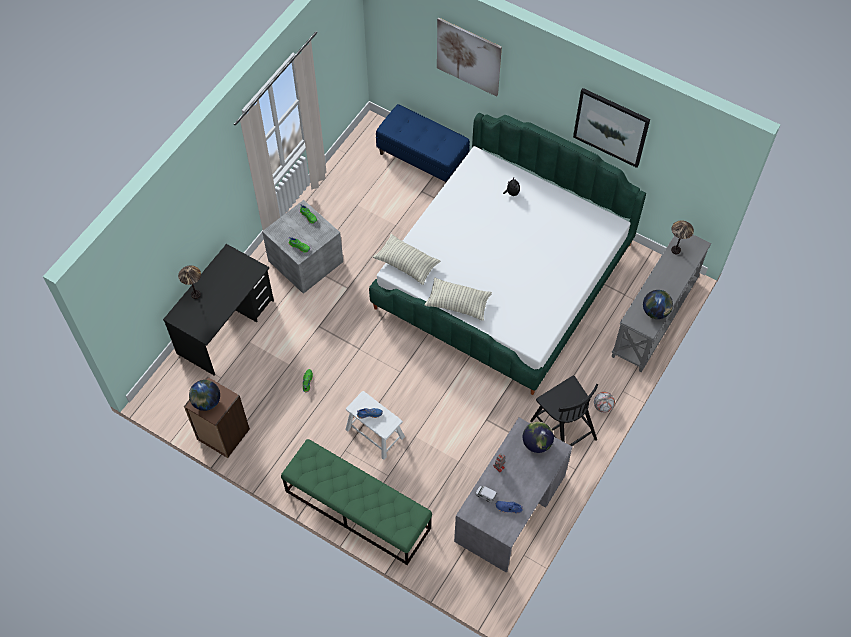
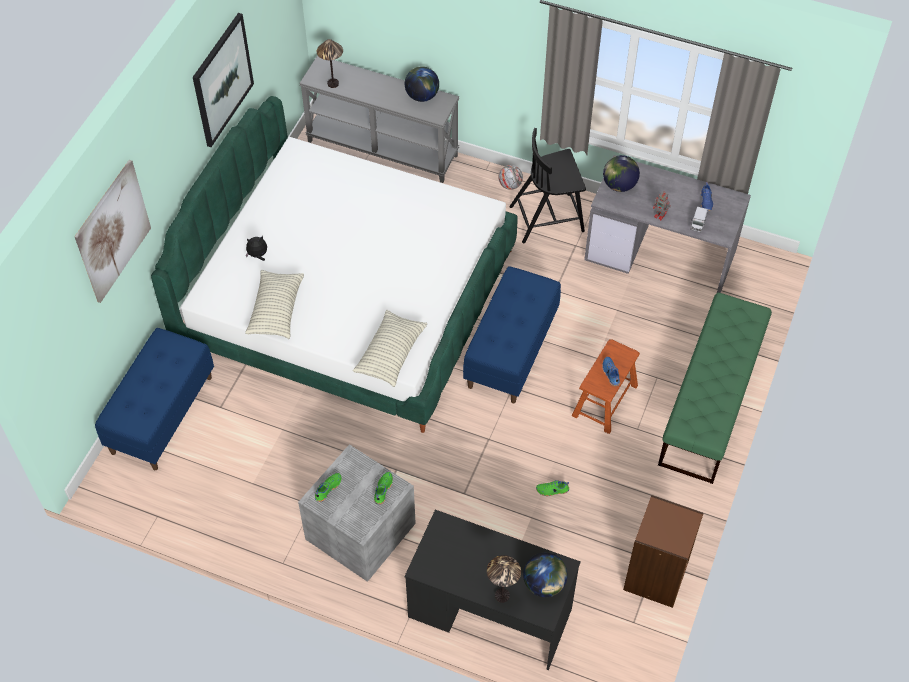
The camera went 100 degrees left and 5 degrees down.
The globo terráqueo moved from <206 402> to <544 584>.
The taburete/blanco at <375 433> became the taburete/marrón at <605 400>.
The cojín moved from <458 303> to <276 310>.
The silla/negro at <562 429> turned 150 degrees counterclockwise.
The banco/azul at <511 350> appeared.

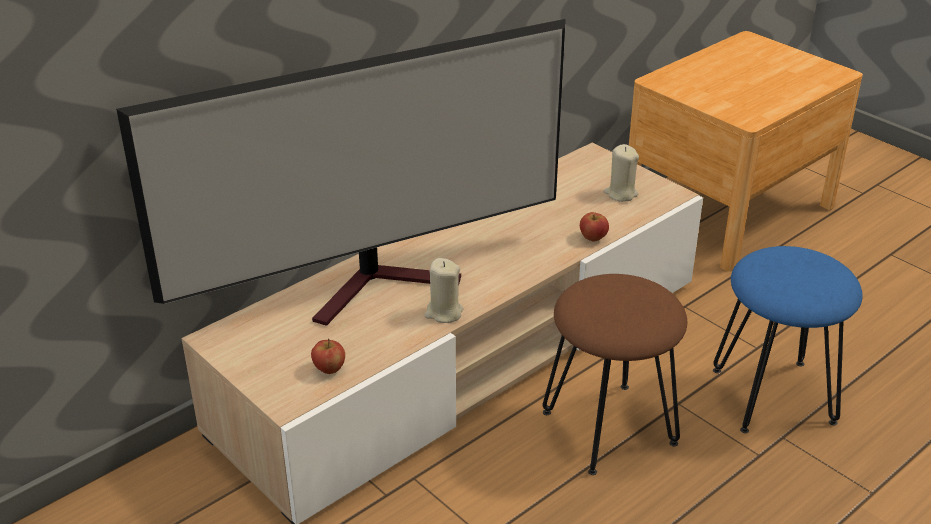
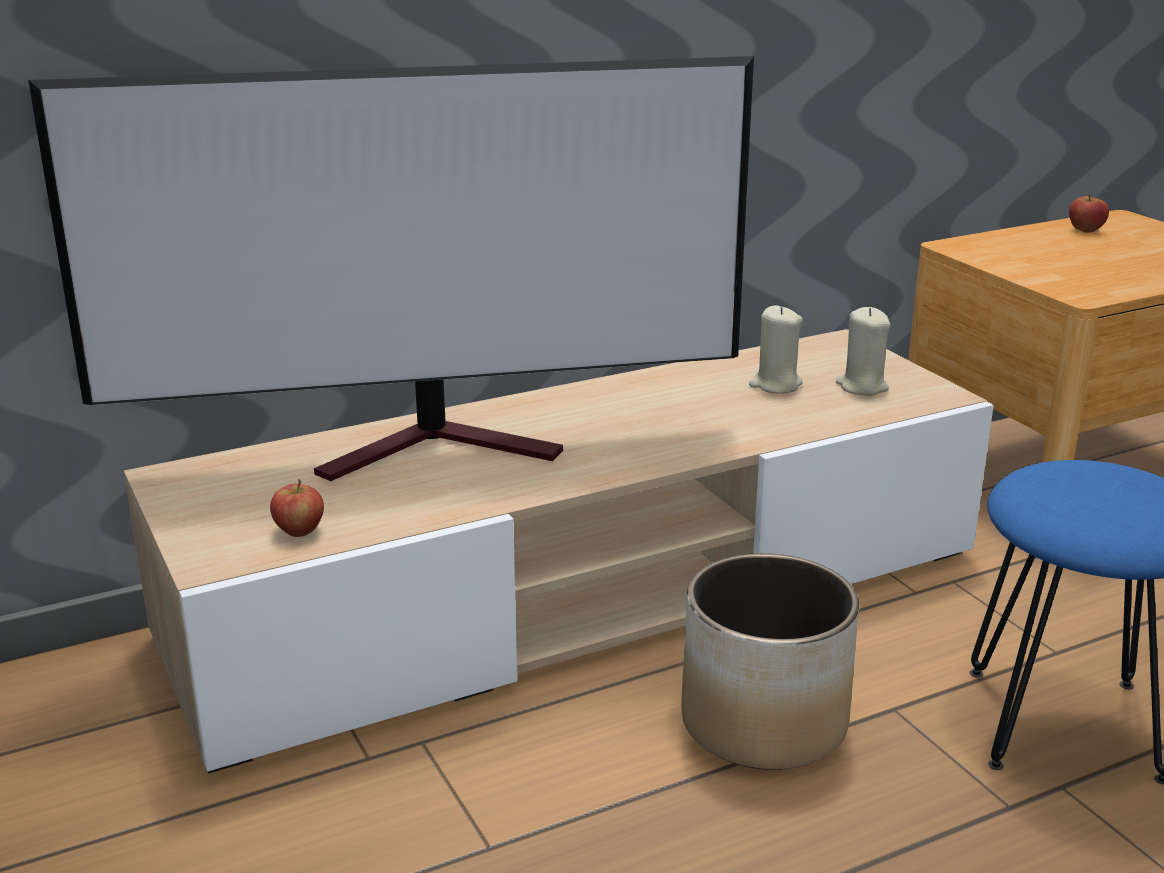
The camera went 15 degrees right and 10 degrees down.
The vela/beis moved from <443 313> to <775 385>.
The taburete/marrón at <608 426> was replaced by the maceta at <763 722>.
The manzana moved from <593 238> to <1085 230>.

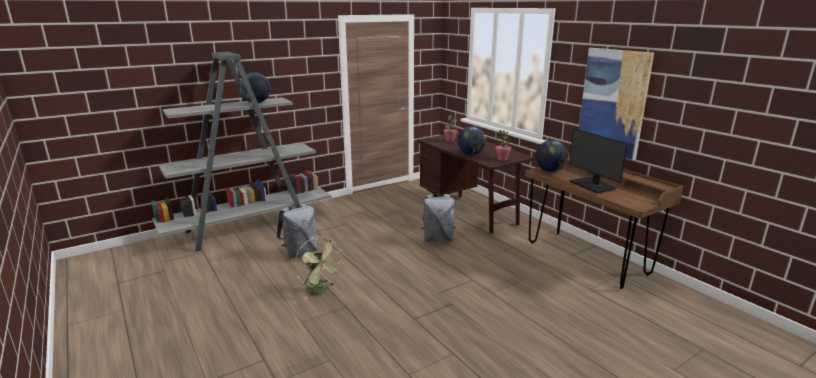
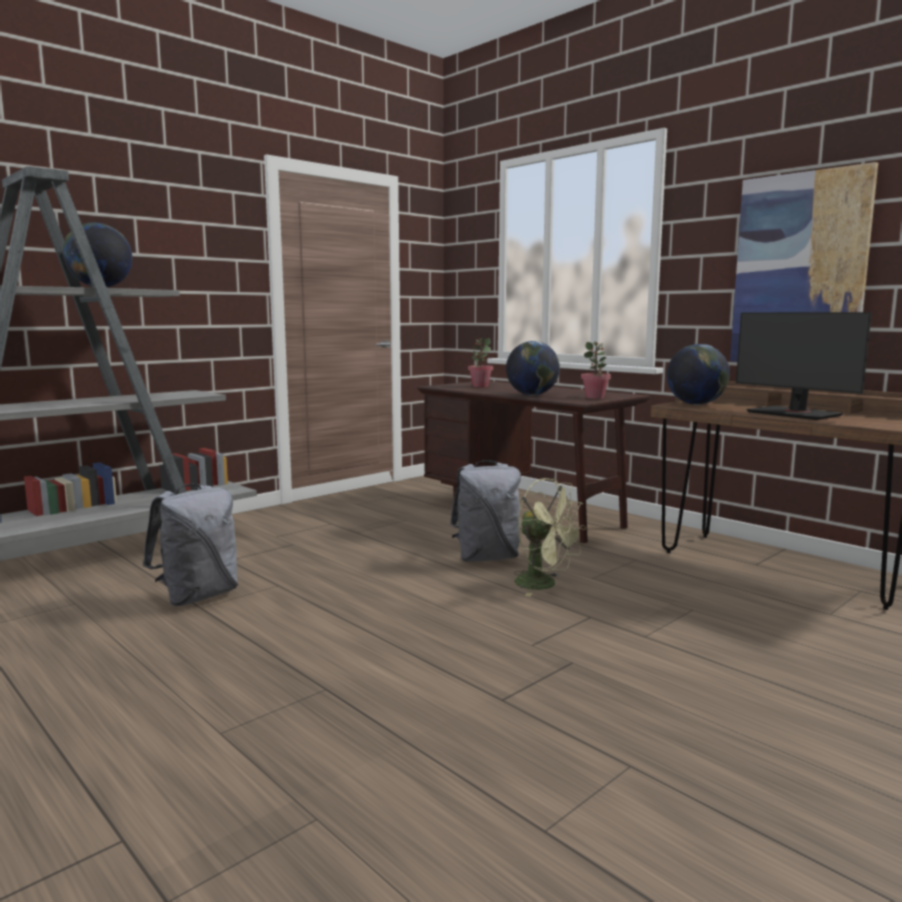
The camera went 10 degrees left and 10 degrees down.
The ventilador/verde moved from <320 291> to <544 585>.

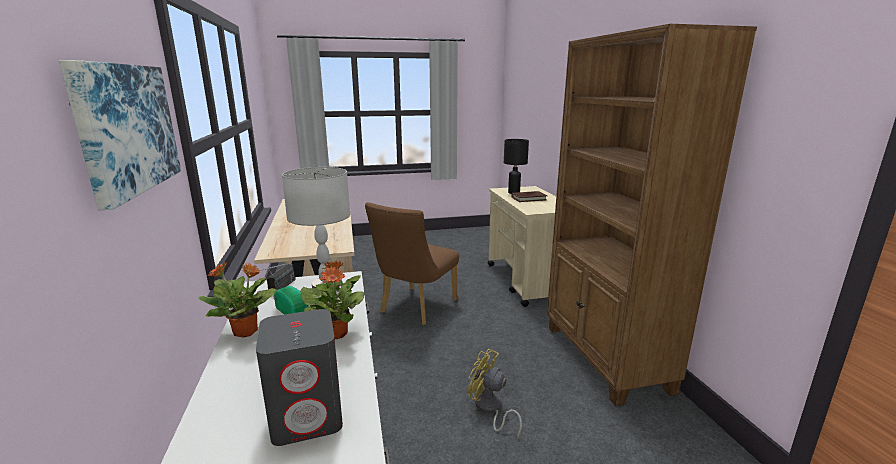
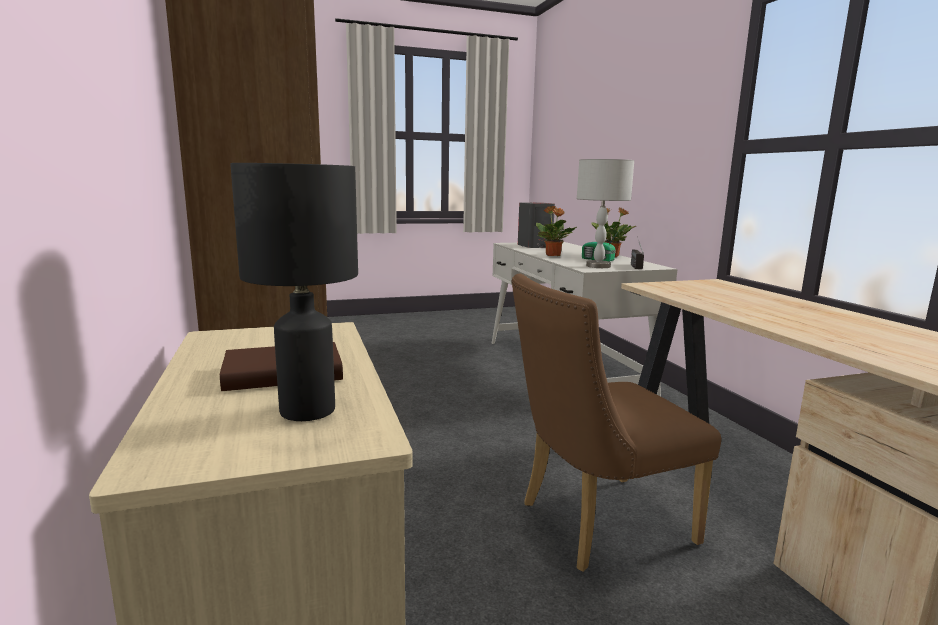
The camera went 175 degrees right and 5 degrees down.
The cuadro at <126 128> disappeared.
The silla/marrón at <415 308> turned 135 degrees counterclockwise.
The ventilador/amarillo at <490 409> disappeared.

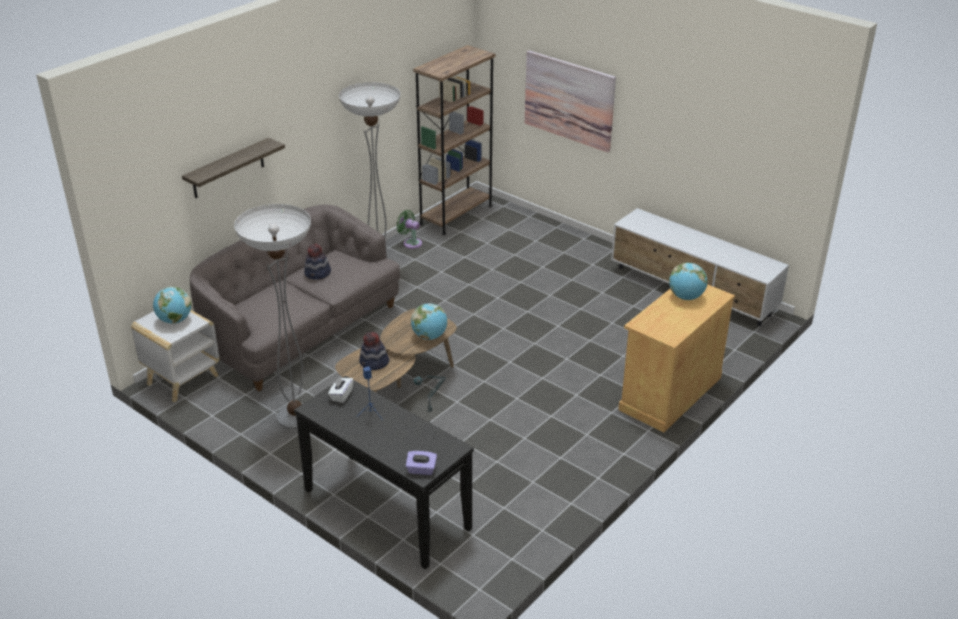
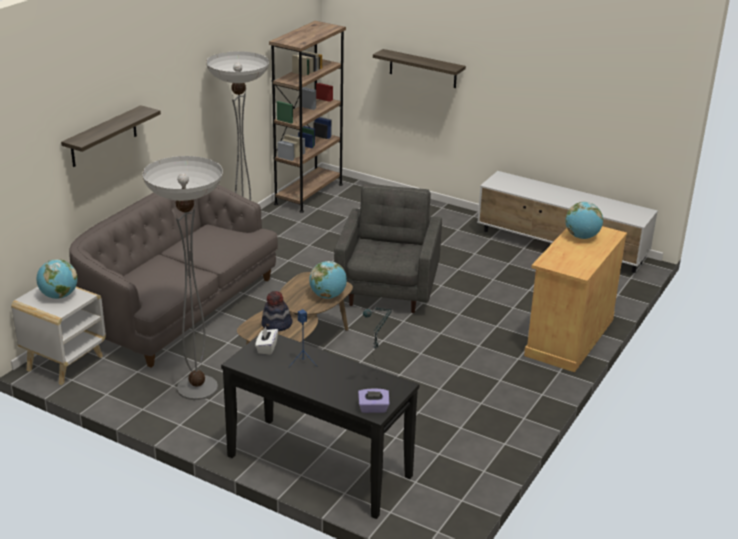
The camera went 10 degrees left and 5 degrees down.
The sombrero at <318 273> disappeared.
The ventilador/verde at <411 243> disappeared.
The cuadro at <569 100> was replaced by the estante at <423 69>.
The sillón/gris at <388 290> appeared.

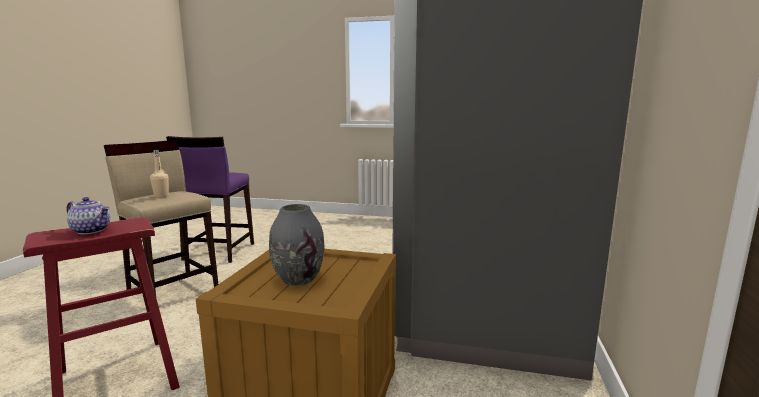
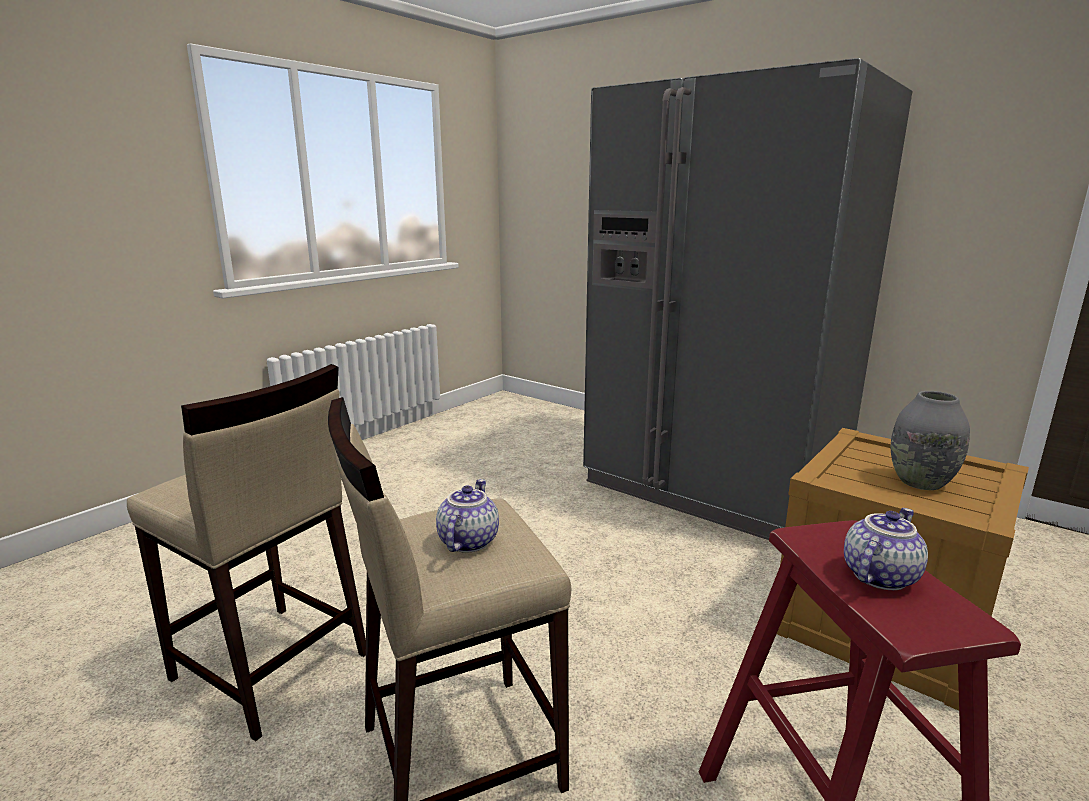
The camera went 65 degrees left and 5 degrees up.
The botella/beis at <161 196> was replaced by the tetera at <467 541>.
The taburete/morado at <218 252> became the taburete/beis at <270 668>.

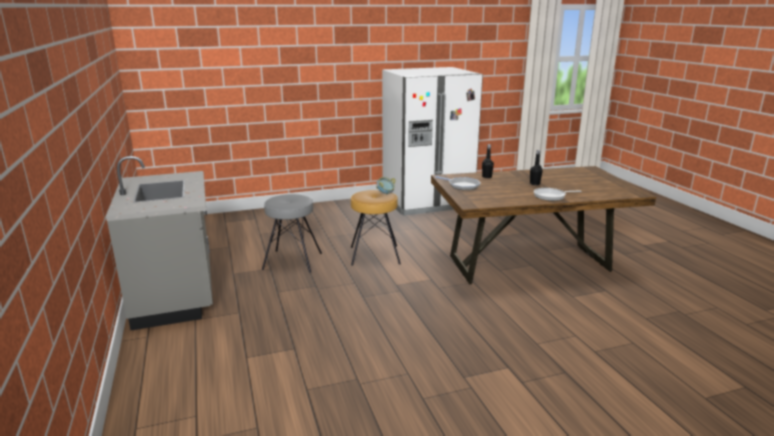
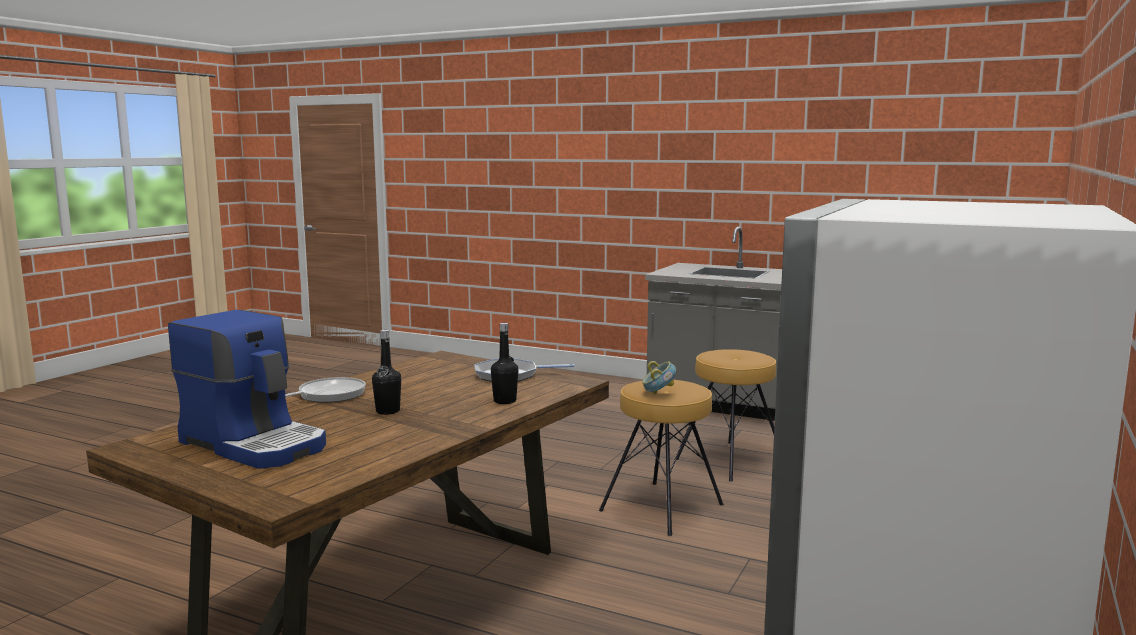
The camera went 135 degrees right and 10 degrees down.
The taburete/gris at <292 261> became the taburete/marrón at <731 461>.
The cafetera at <256 444> appeared.

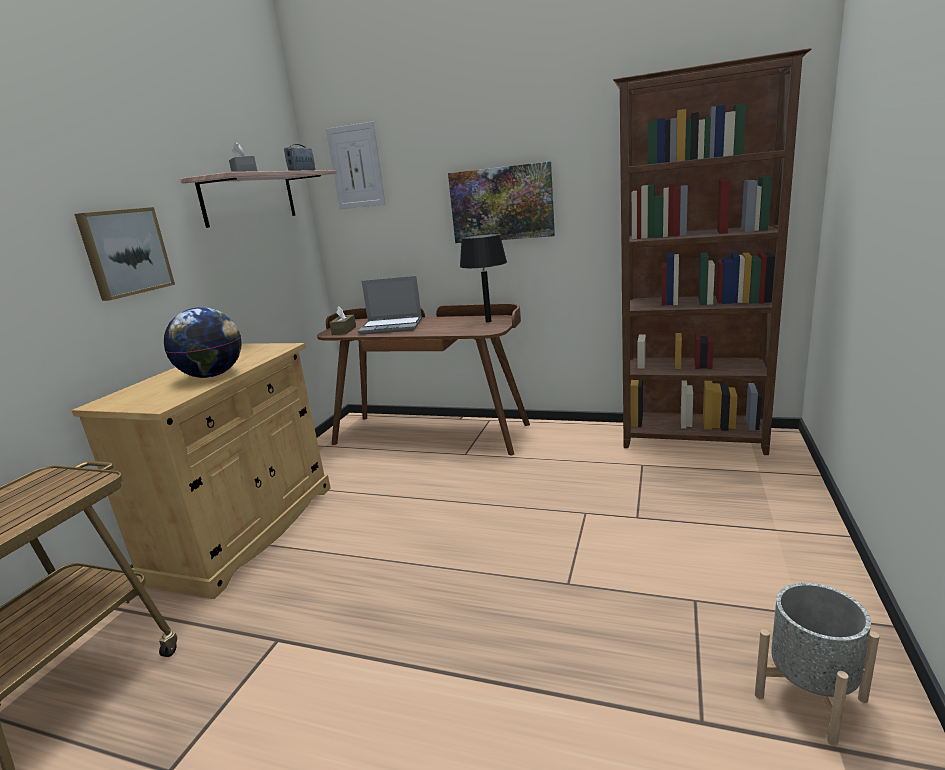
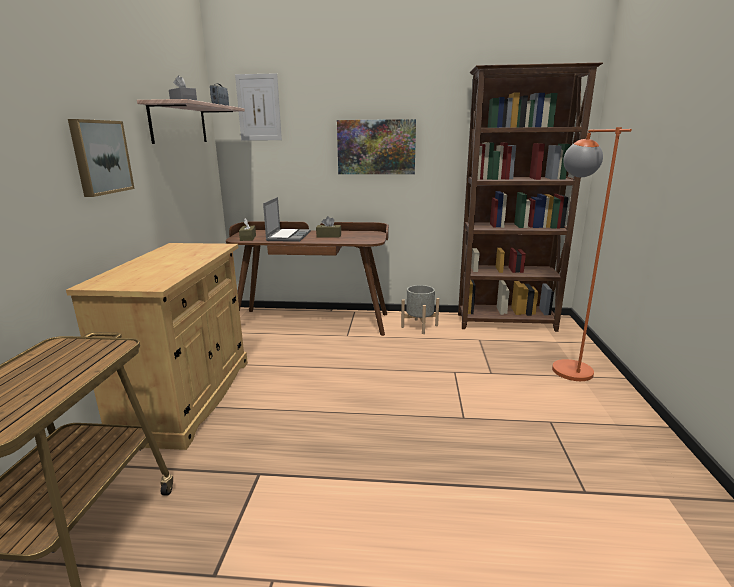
The camera went 15 degrees left and 0 degrees up.
The globo terráqueo at <212 375> disappeared.
The portátil at <392 327> turned 75 degrees counterclockwise.
The lámpara de mesa/negro at <488 321> disappeared.
The maceta/gris moved from <809 697> to <419 326>.
The caja de pañuelos/marrón at <329 236> appeared.
The lámpara de pie/naranja at <564 365> appeared.

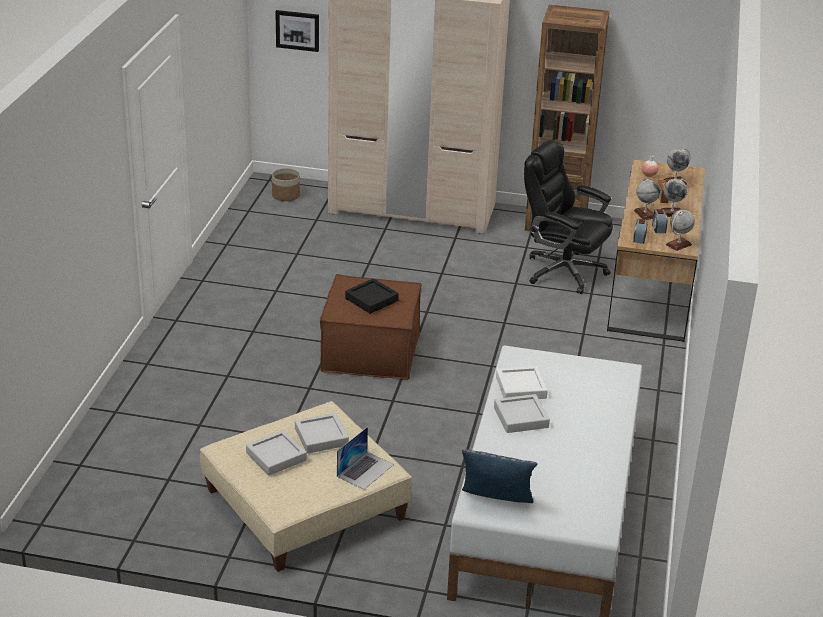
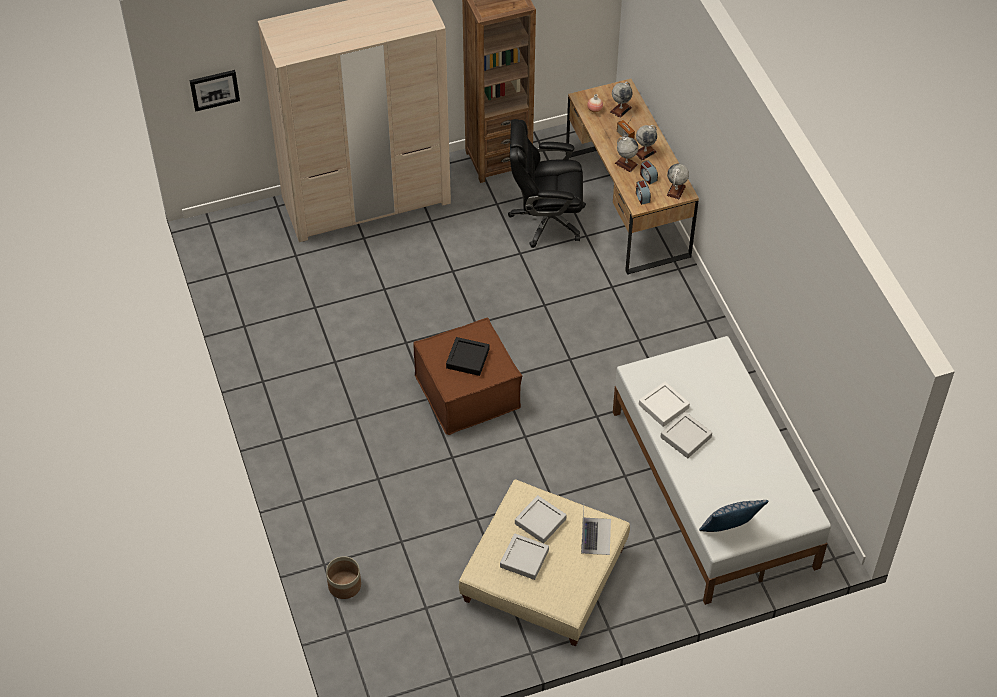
The camera went 30 degrees left and 20 degrees up.
The maceta moved from <285 195> to <344 585>.

